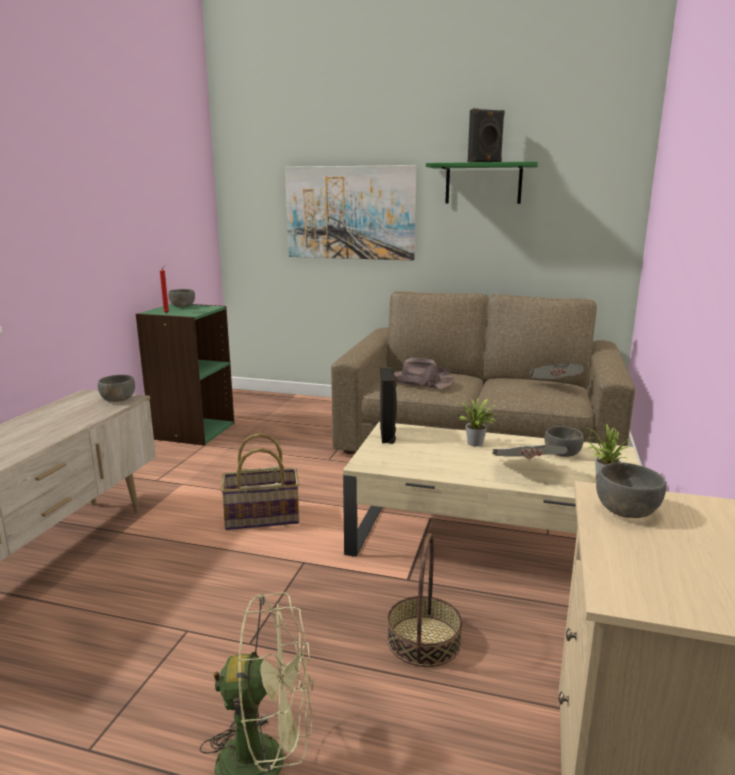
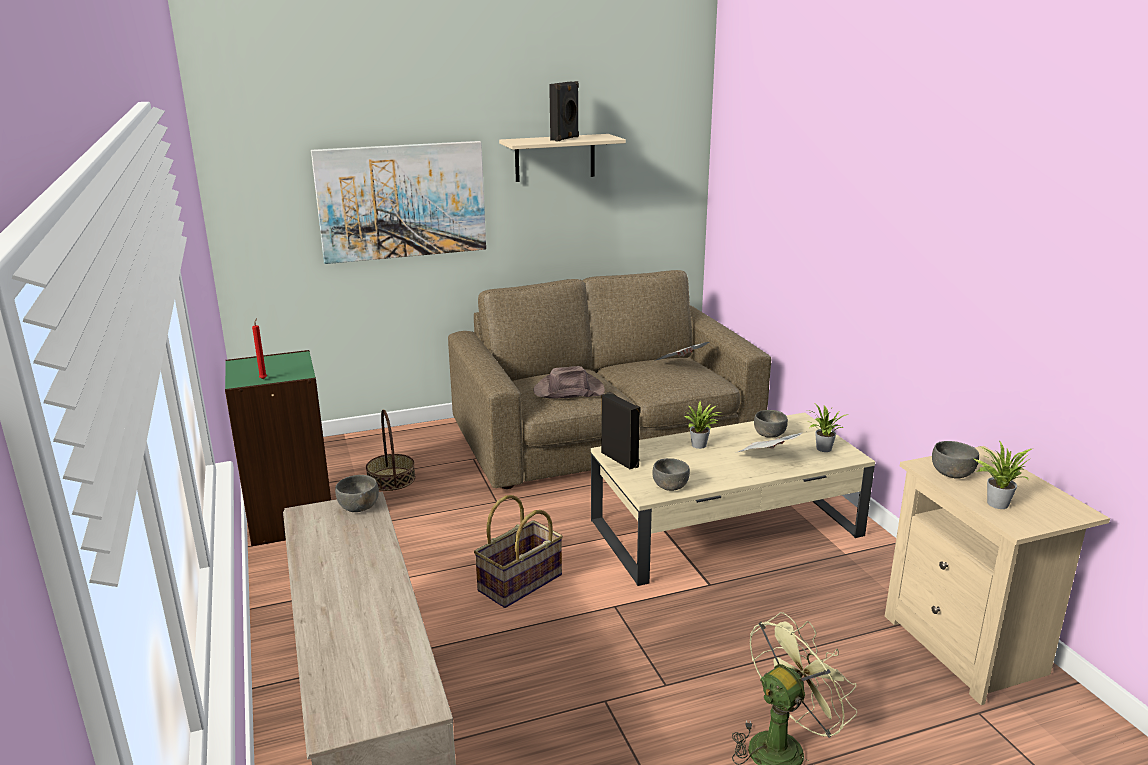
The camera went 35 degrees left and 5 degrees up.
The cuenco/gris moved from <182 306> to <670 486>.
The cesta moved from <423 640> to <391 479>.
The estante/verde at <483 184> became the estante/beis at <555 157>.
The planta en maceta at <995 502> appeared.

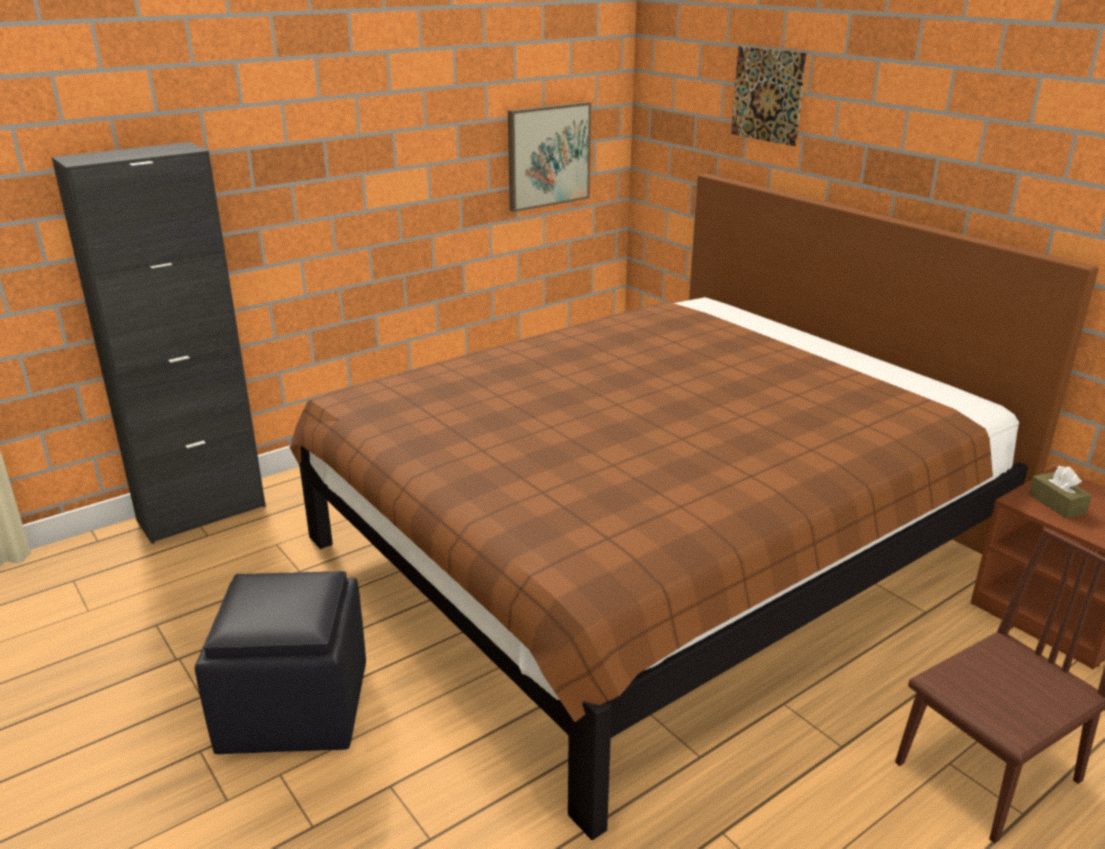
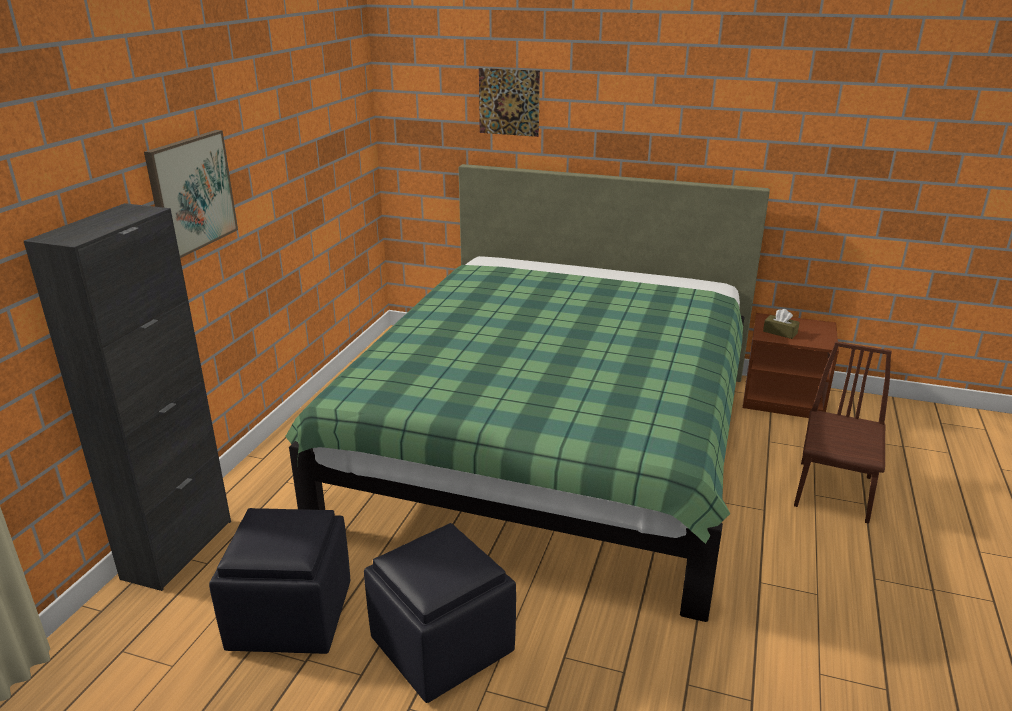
The camera went 35 degrees left and 0 degrees up.
The cama/marrón at <652 551> became the cama/verde at <551 443>.
The cuadro moved from <548 155> to <191 193>.
The puf/negro at <292 617> appeared.

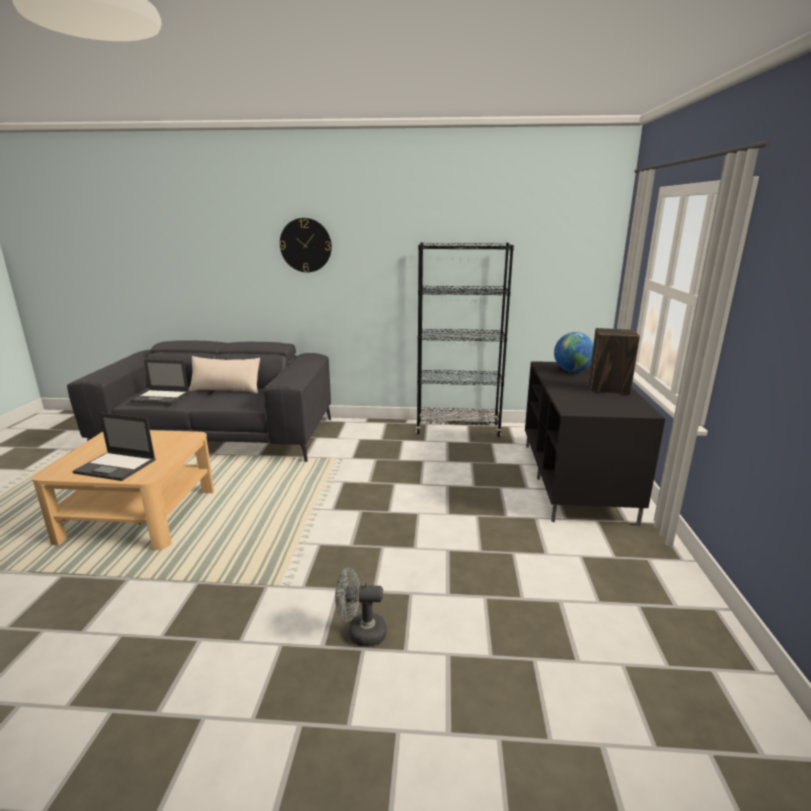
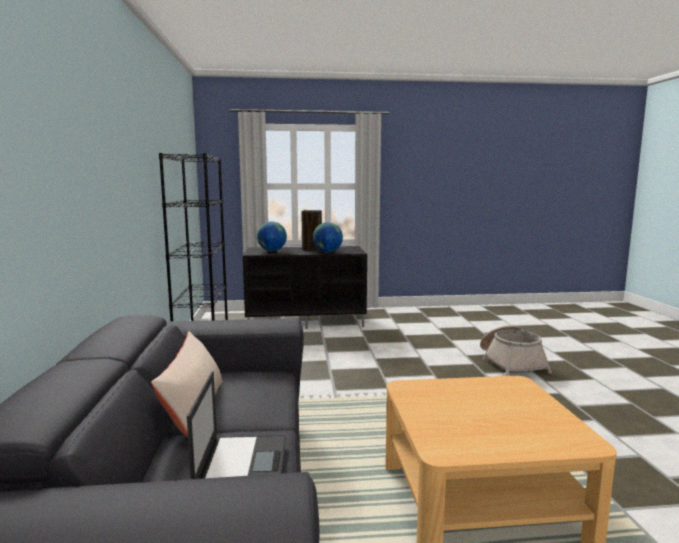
The camera went 100 degrees left and 10 degrees down.
The portátil at <116 466> disappeared.
The reloj de pared at <305 245> disappeared.
The ventilador/gris at <360 633> was replaced by the cesta at <511 363>.
The globo terráqueo at <327 252> appeared.

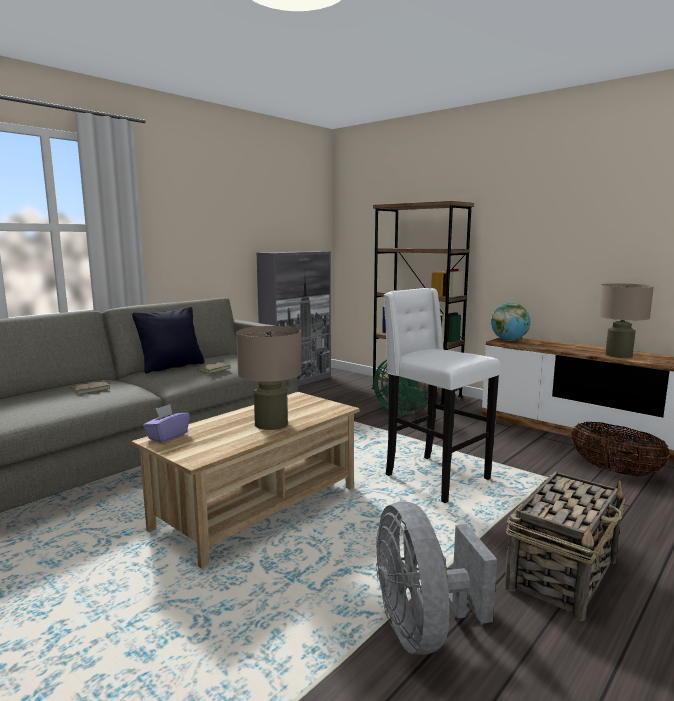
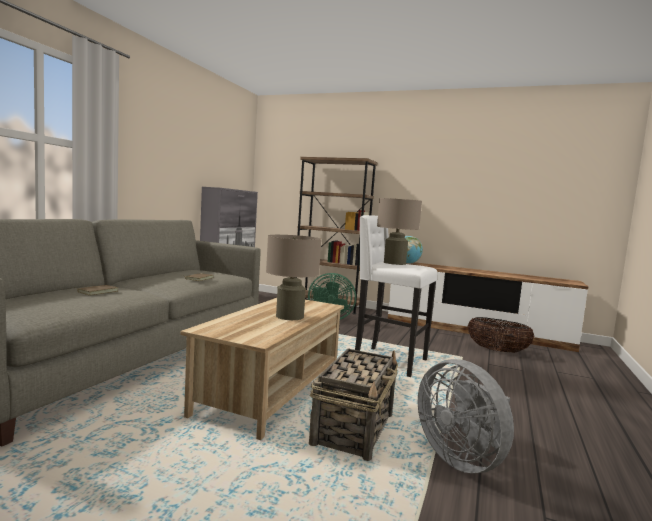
The camera went 20 degrees left and 5 degrees down.
The cojín/negro at <172 367> disappeared.
The caja de pañuelos/morado at <167 436> disappeared.
The cesta moved from <563 573> to <354 429>.
The lámpara de mesa/beis moved from <618 355> to <394 263>.

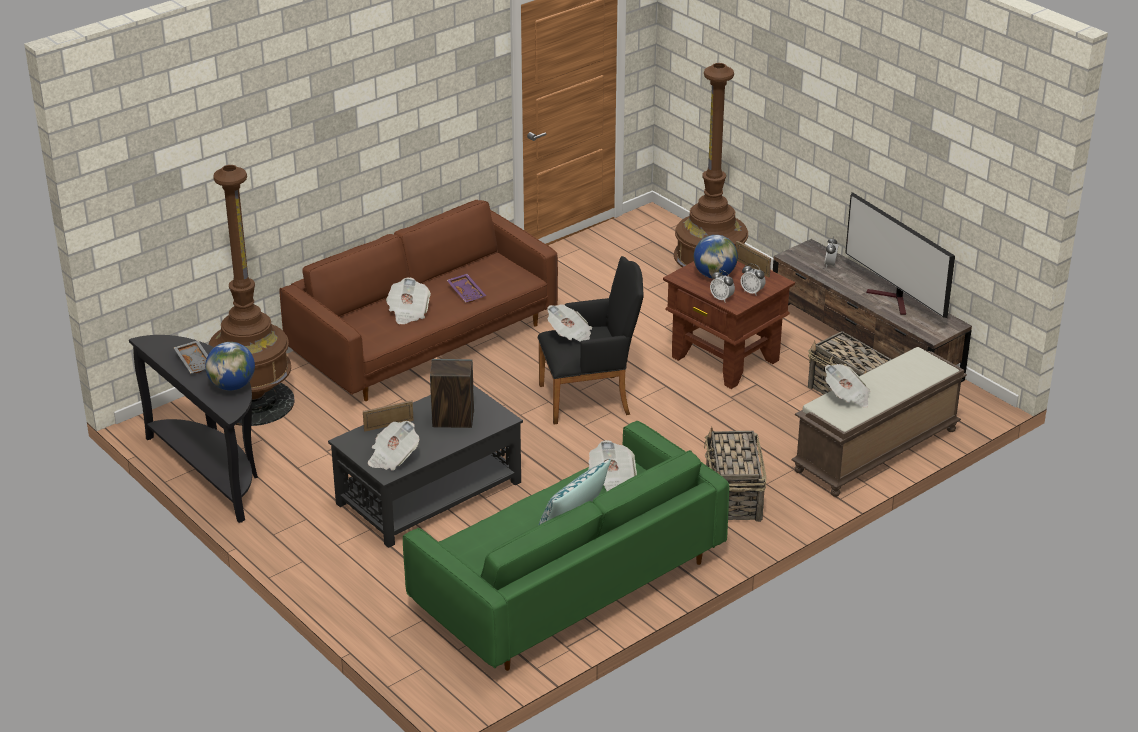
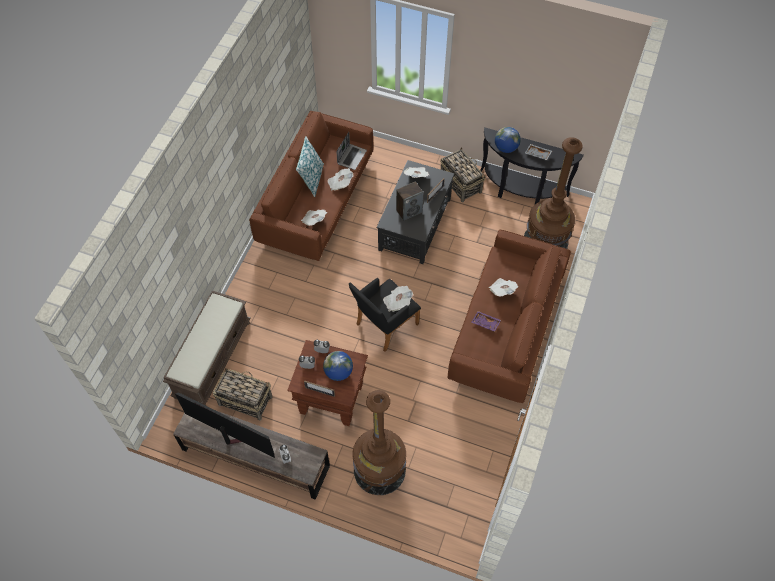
The camera went 150 degrees right and 25 degrees up.
The sofá/verde at <567 584> became the sofá/marrón at <317 202>.
The cesta moved from <733 498> to <460 183>.
The periódico moved from <847 397> to <340 183>.
The portátil at <351 157> appeared.

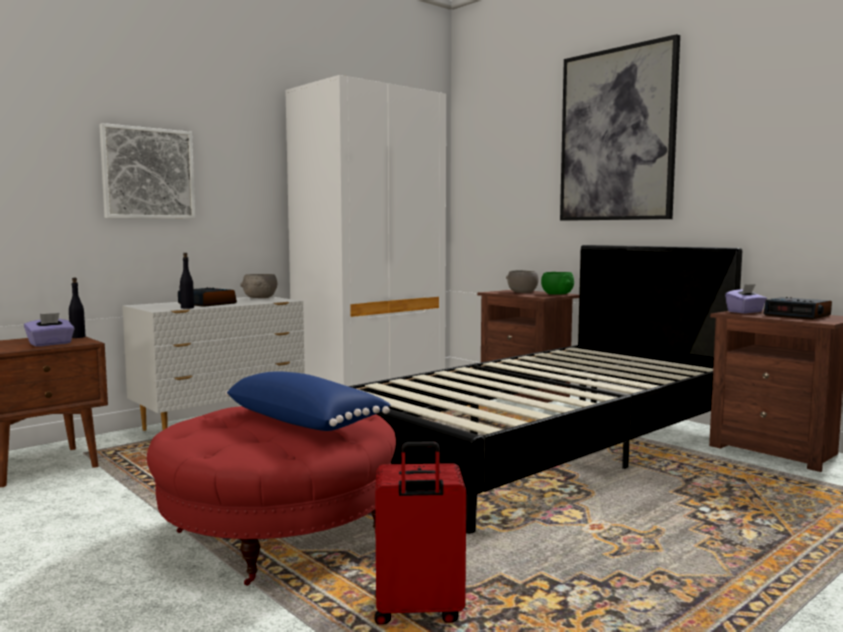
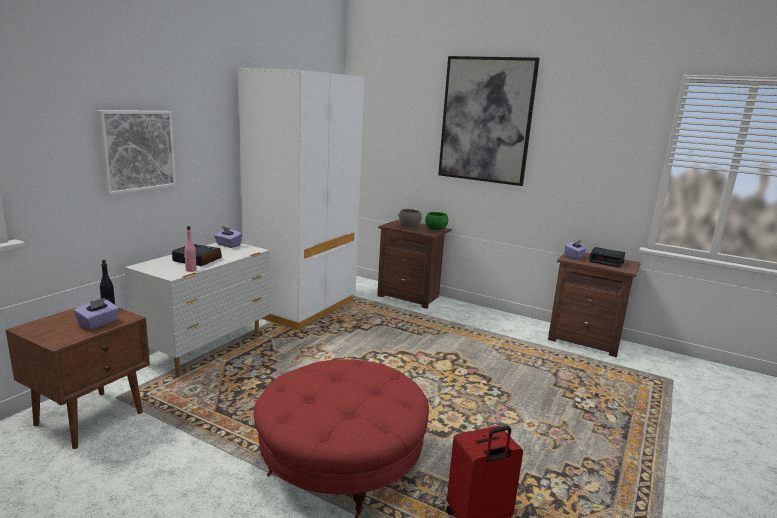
The camera went 20 degrees left and 10 degrees up.
The botella/negro at <187 308> became the botella/rosa at <190 270>.
The cojín/azul at <305 421> disappeared.
The cuenco/gris at <260 298> was replaced by the caja de pañuelos/morado at <228 245>.
The cama/negro at <543 448> disappeared.

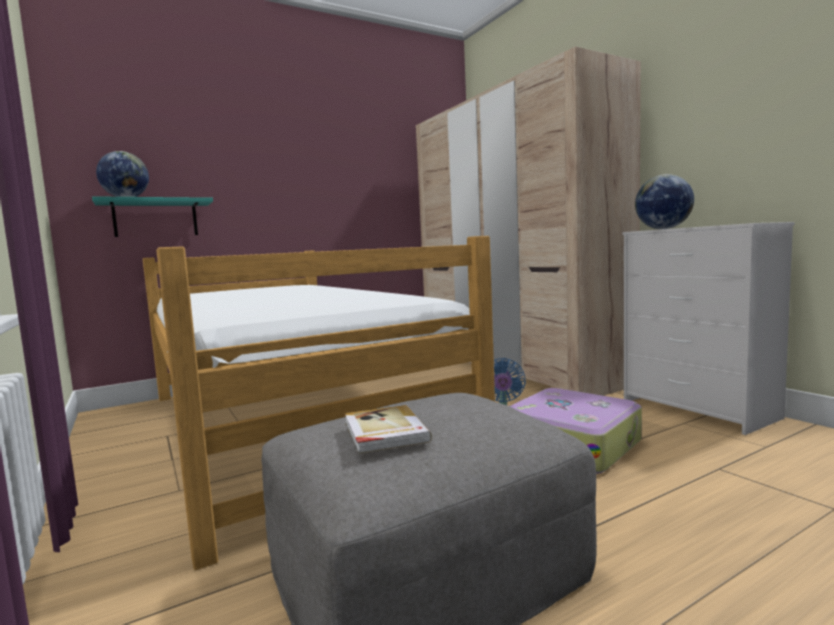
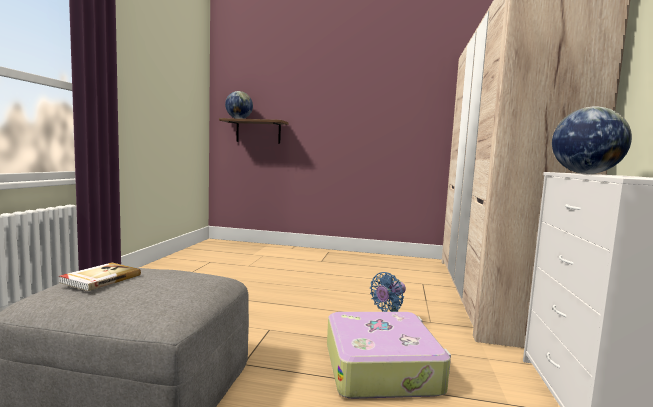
The camera went 40 degrees right and 0 degrees up.
The estante/turquesa at <155 218> became the estante/marrón at <258 132>.
The cama at <287 425> disappeared.

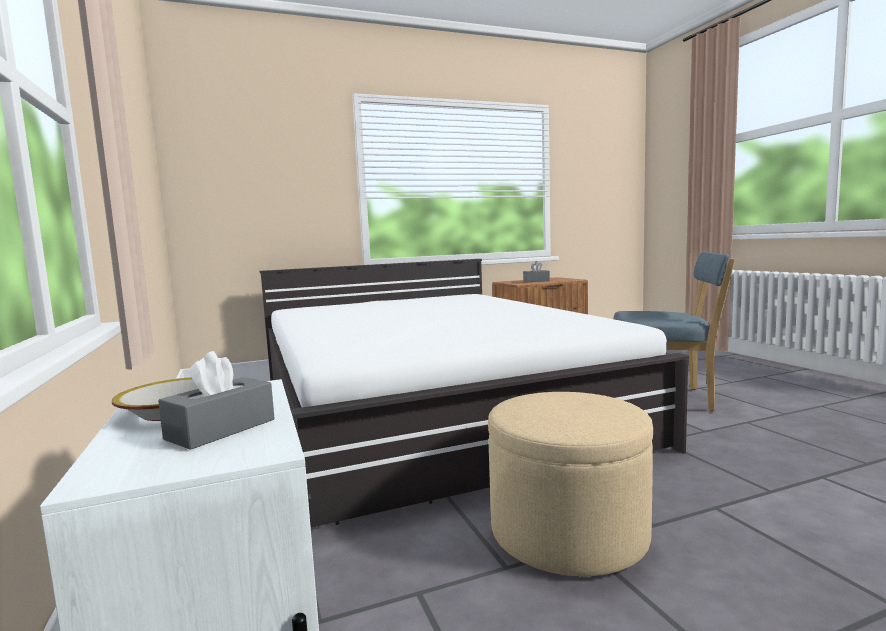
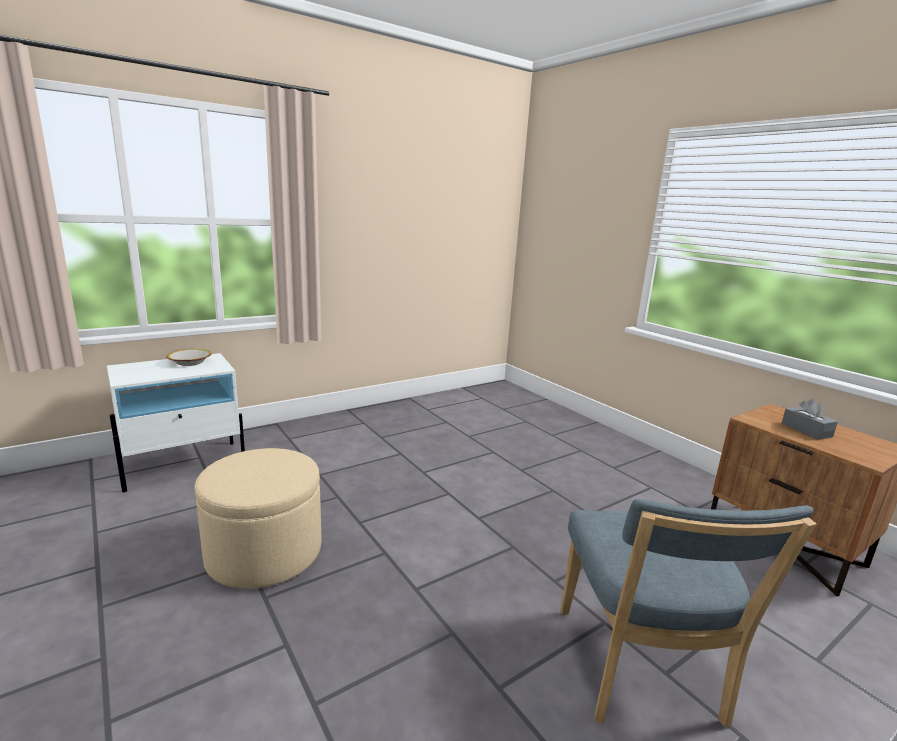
The camera went 75 degrees right and 10 degrees up.
The caja de pañuelos/gris at <221 429> disappeared.
The cama/blanco at <429 411> disappeared.

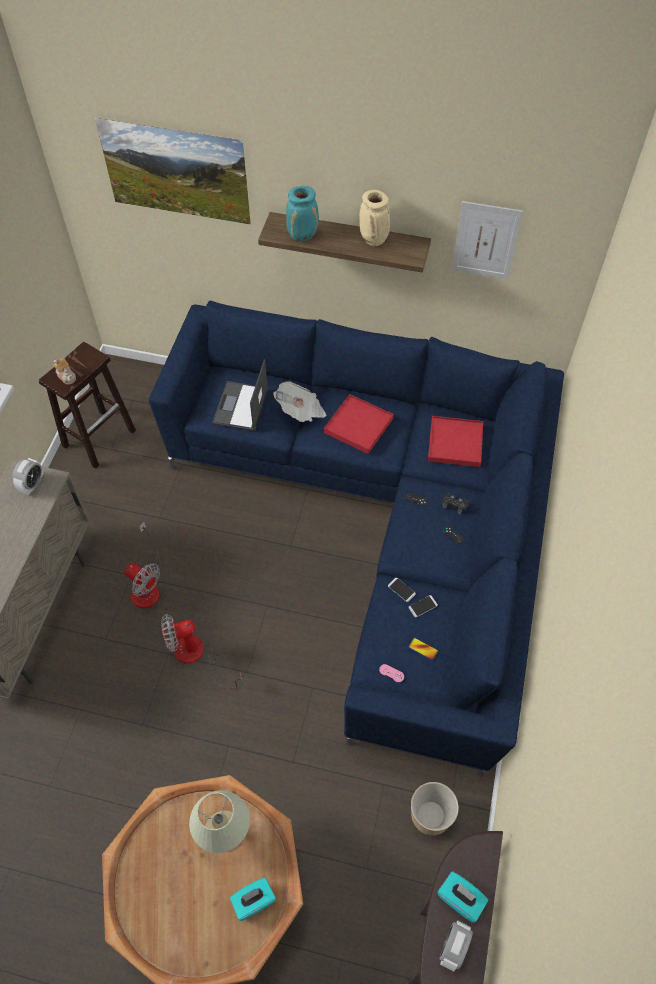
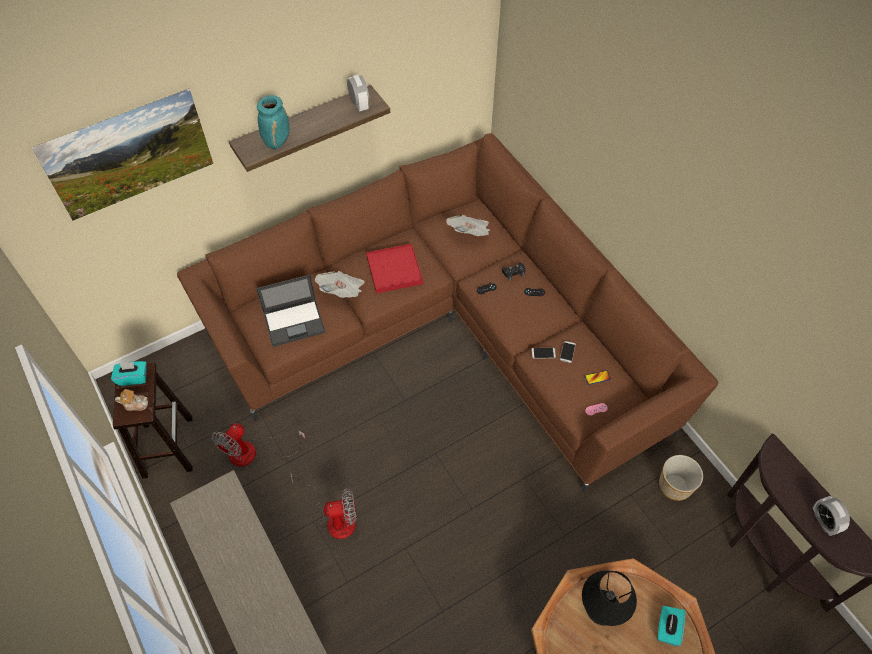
The camera went 45 degrees left and 0 degrees up.
The despertador moved from <32 485> to <359 104>.
The sofá/azul at <385 522> became the sofá/marrón at <450 331>.
The ventilador moved from <197 656> to <253 452>.
The lámpara de mesa/beis at <224 831> became the lámpara de mesa/negro at <602 607>.
The portátil at <240 407> turned 75 degrees counterclockwise.
The florero/beis at <374 240> disappeared.
The bandeja/rojo at <455 443> was replaced by the periódico at <469 233>.
The caja de pañuelos/turquesa moved from <460 899> to <133 377>.
The cuadro at <486 240> disappeared.

